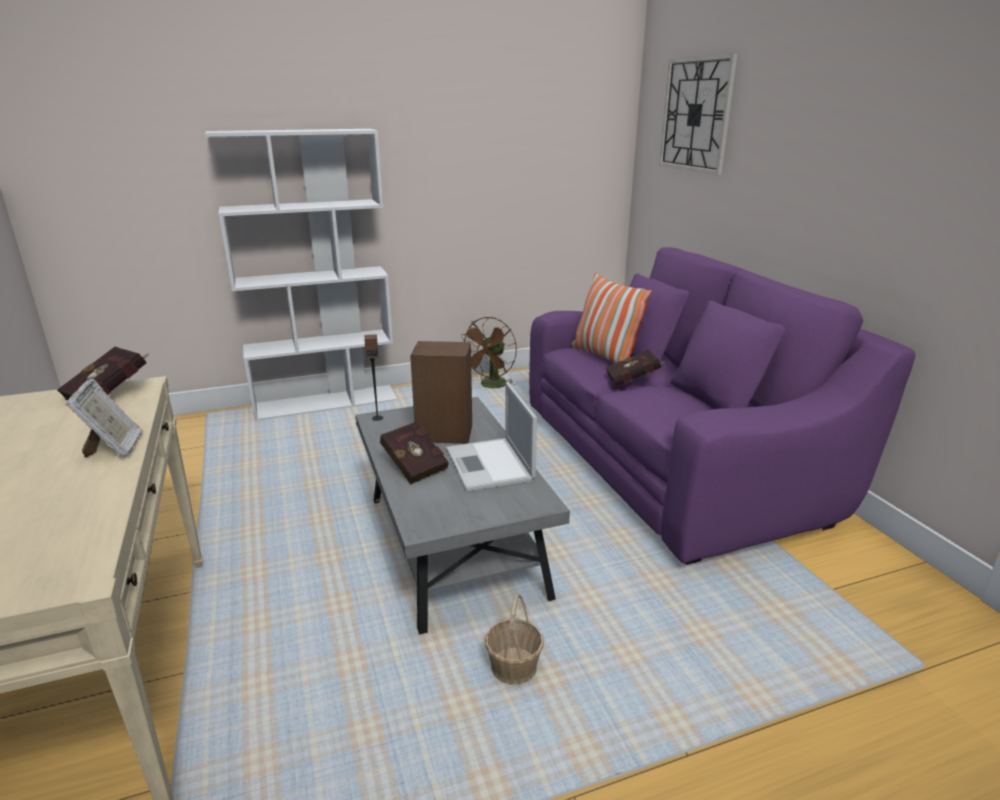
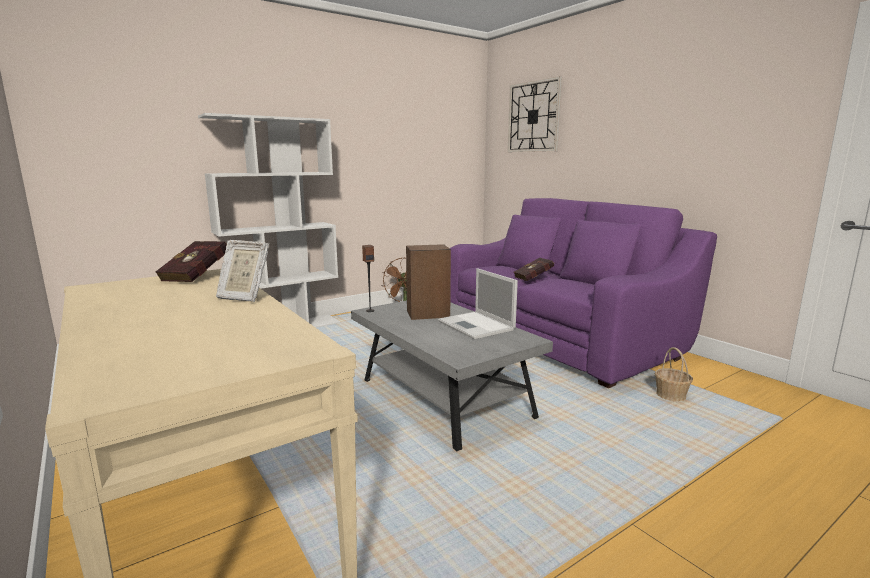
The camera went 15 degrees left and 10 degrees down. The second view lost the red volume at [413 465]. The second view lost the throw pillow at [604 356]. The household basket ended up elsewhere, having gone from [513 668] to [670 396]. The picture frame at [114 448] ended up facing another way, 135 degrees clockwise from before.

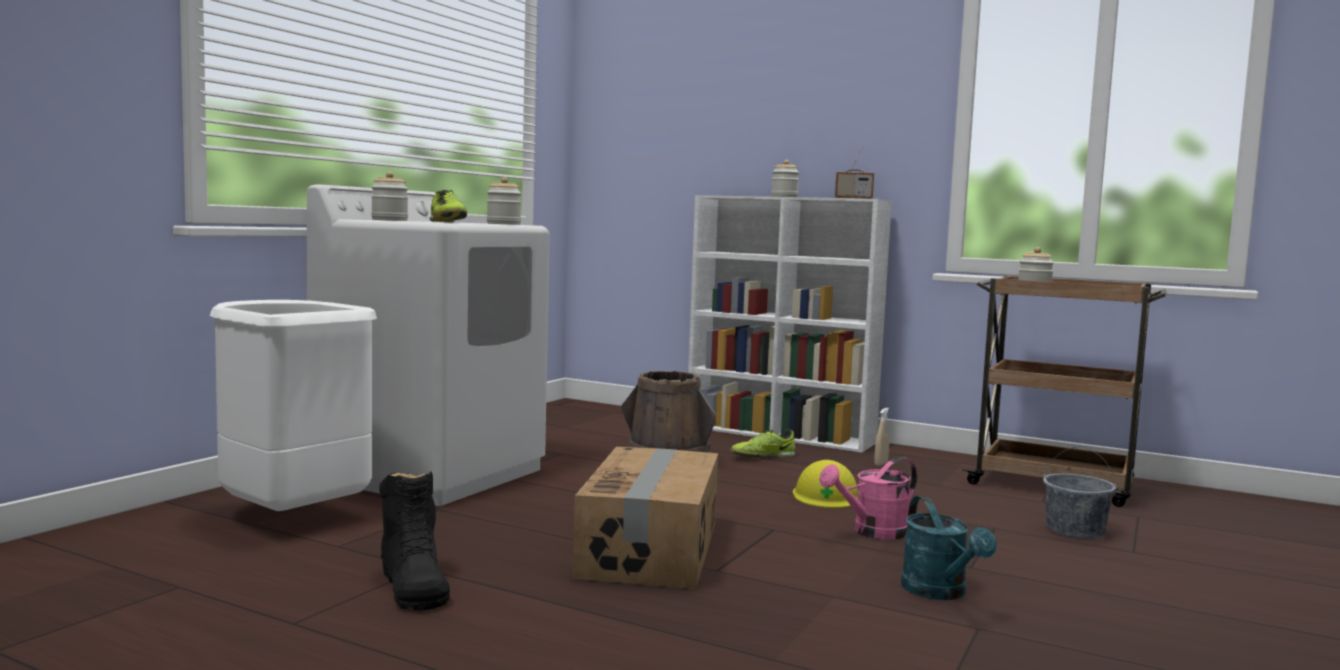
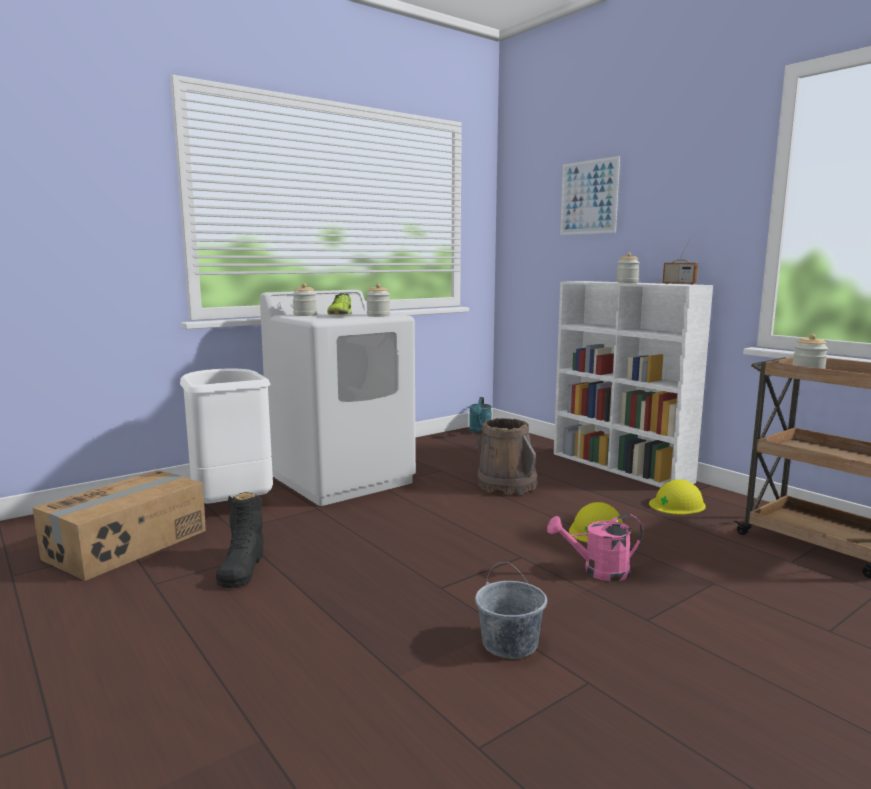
The camera went 25 degrees right and 5 degrees up. The second view lost the shoe at [762 457]. The second view gained the wall picture at [588 197]. The packing box ended up elsewhere, having gone from [652 549] to [128 544]. The turquoise-coloured watering pot ended up elsewhere, having gone from [940 593] to [480 431]. The greyish bucket ended up elsewhere, having gone from [1075 530] to [510 643]. Where the beige hand sprayer stood at [881 464], the yellow-coloured work helmet came to stand at [677 504].

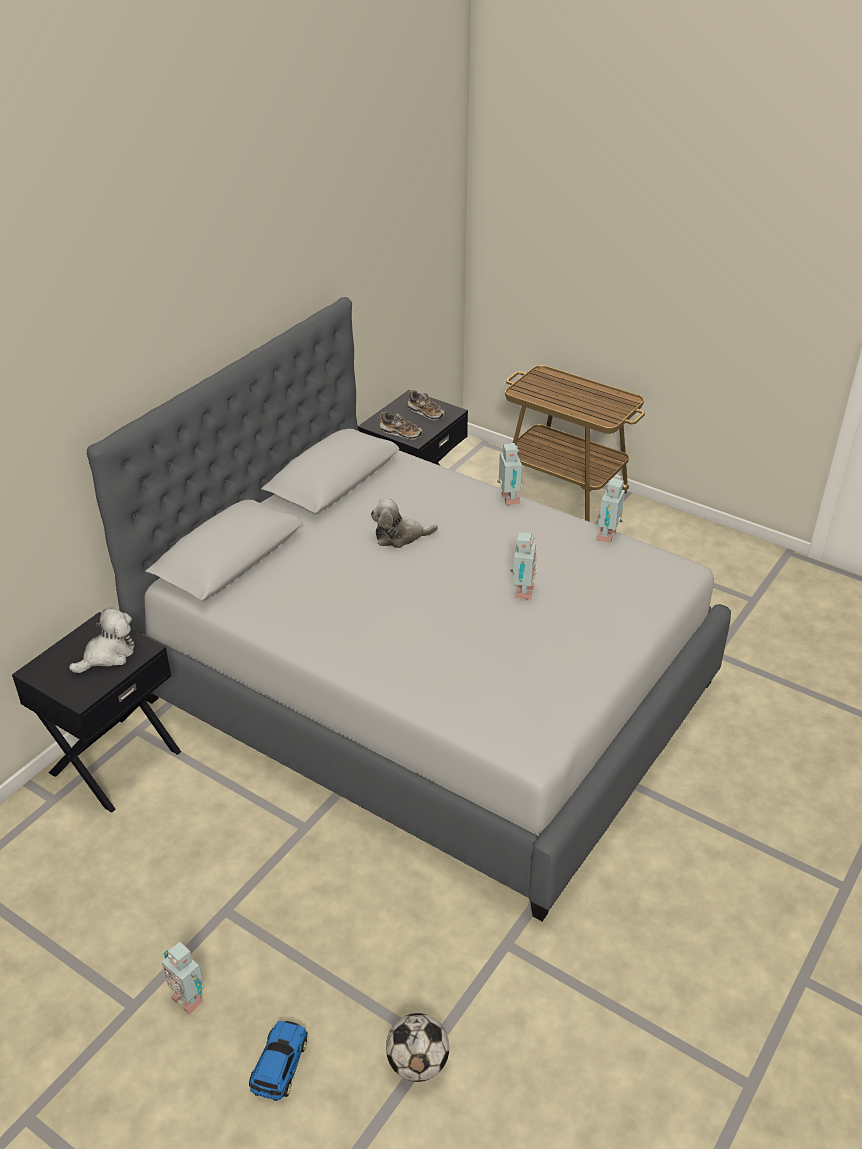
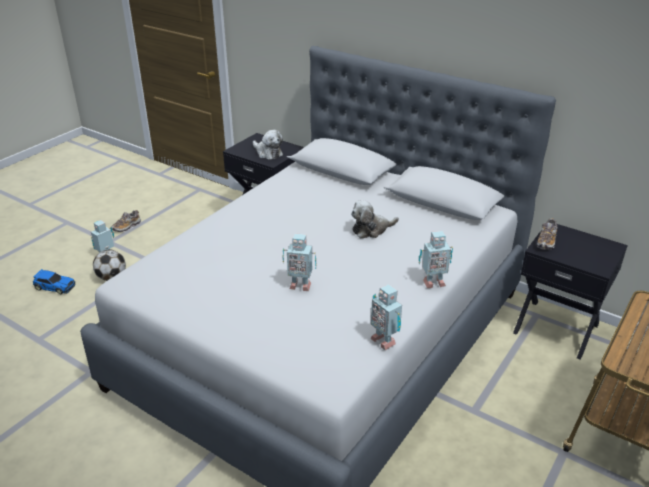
The camera went 90 degrees right and 5 degrees down. The football ended up elsewhere, having gone from [417 1063] to [112 277]. The shoe ended up elsewhere, having gone from [426 413] to [127 227]. The cuddly toy at [400 536] ended up facing another way, 105 degrees counterclockwise from before. The toy robot at [608 536] ended up facing another way, 150 degrees counterclockwise from before.

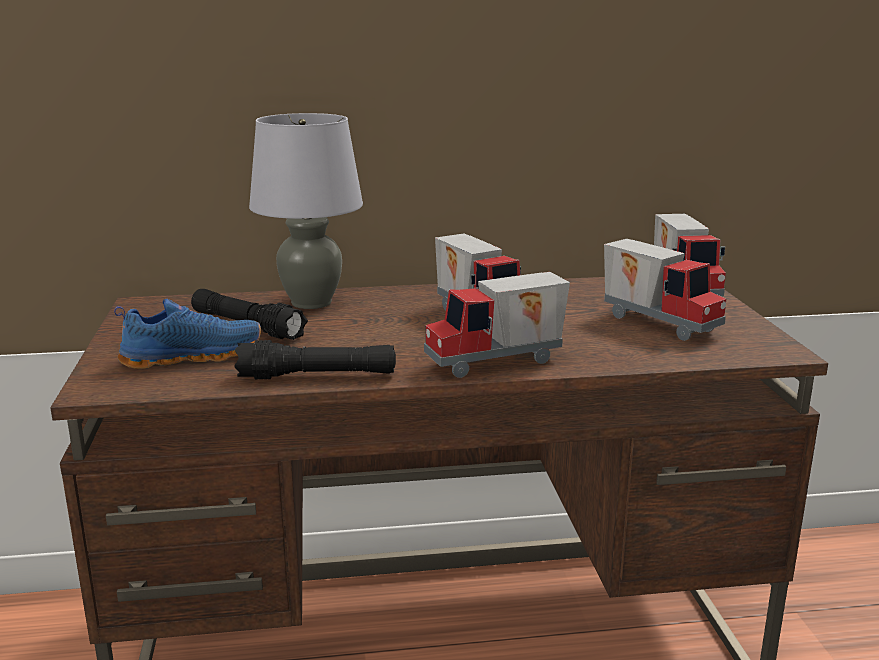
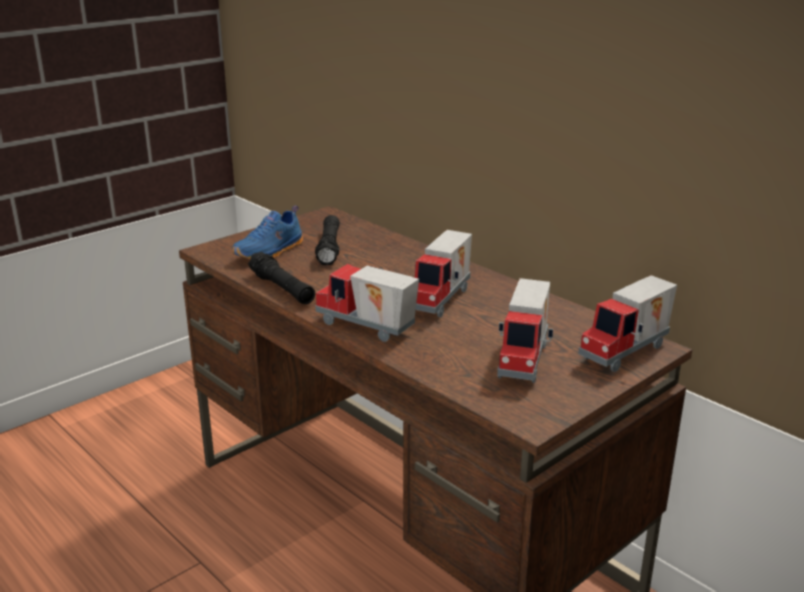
The camera went 55 degrees right and 5 degrees up. The second view lost the greyish tabletop lamp at [312 303]. The bluish shoe at [192 356] ended up facing another way, 90 degrees clockwise from before.

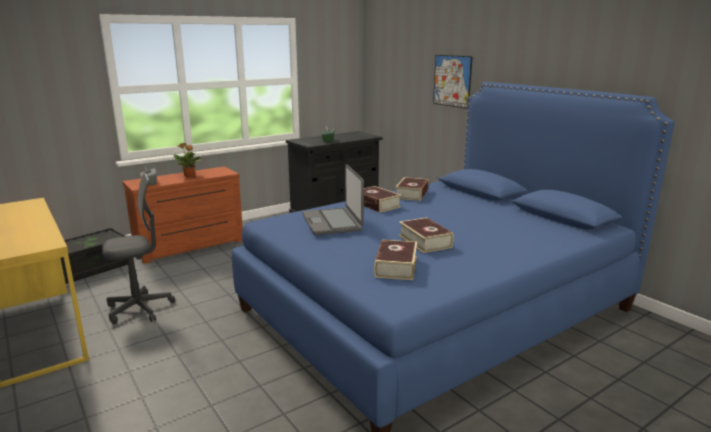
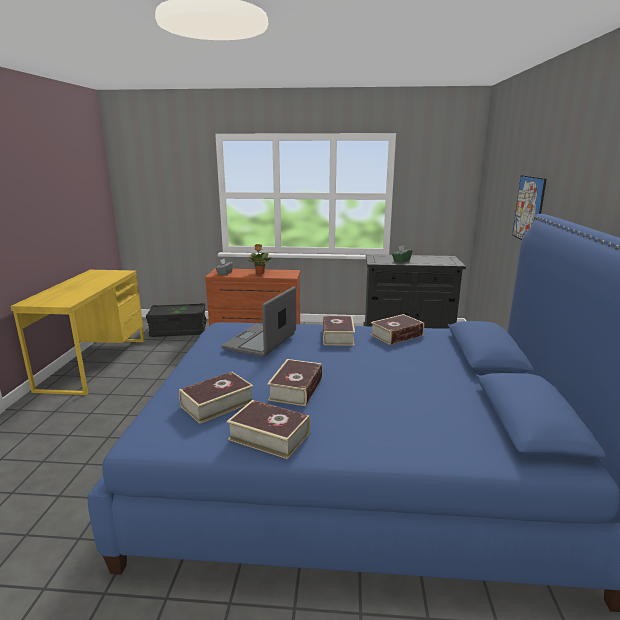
The camera went 40 degrees right and 0 degrees up. The second view lost the greyish desk chair at [140 309]. The second view gained the volume at [269 436].

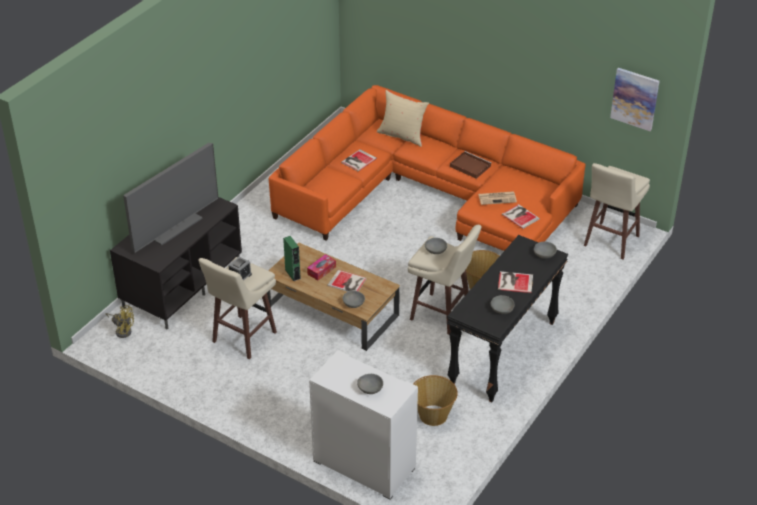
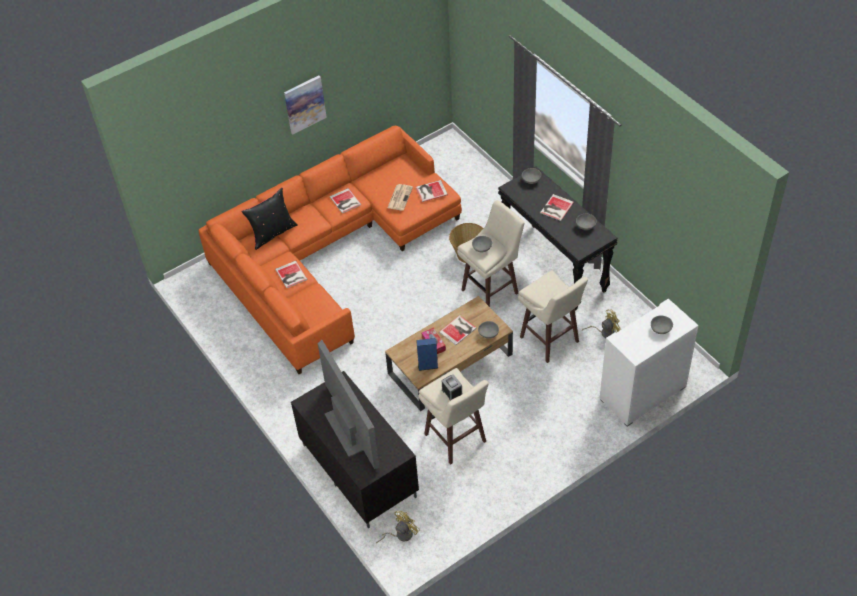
The camera went 65 degrees left and 10 degrees up. The beige sitting stool ended up elsewhere, having gone from [610 241] to [550 341]. The wall picture ended up elsewhere, having gone from [635 98] to [304 104]. Where the household basket stood at [432 415], the yellow-coloured fan came to stand at [605 332]. Where the brown tray stood at [469 166], the volume came to stand at [345 201]. What was the green loudspeaker at [292 274] turned into the bluish loudspeaker at [428 366]. What was the beige throw pillow at [402 136] turned into the blackish throw pillow at [272 233].

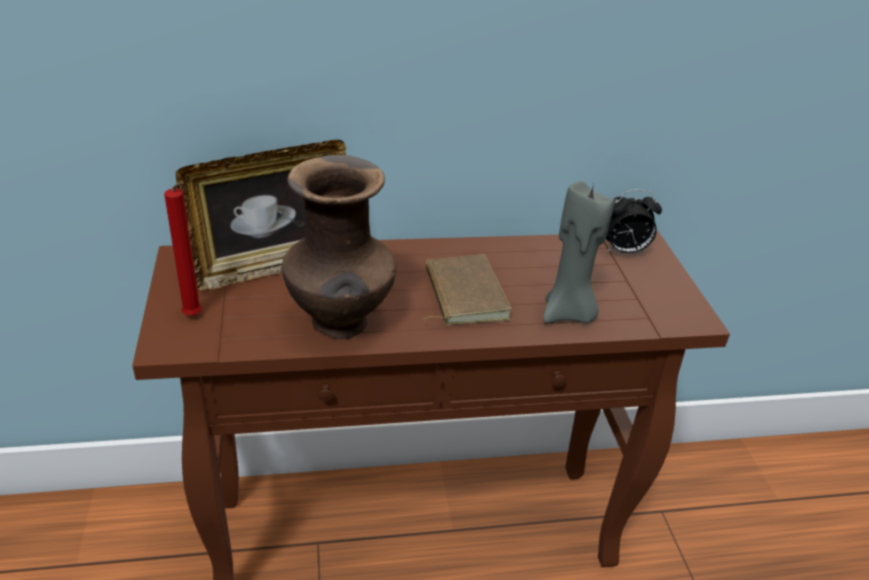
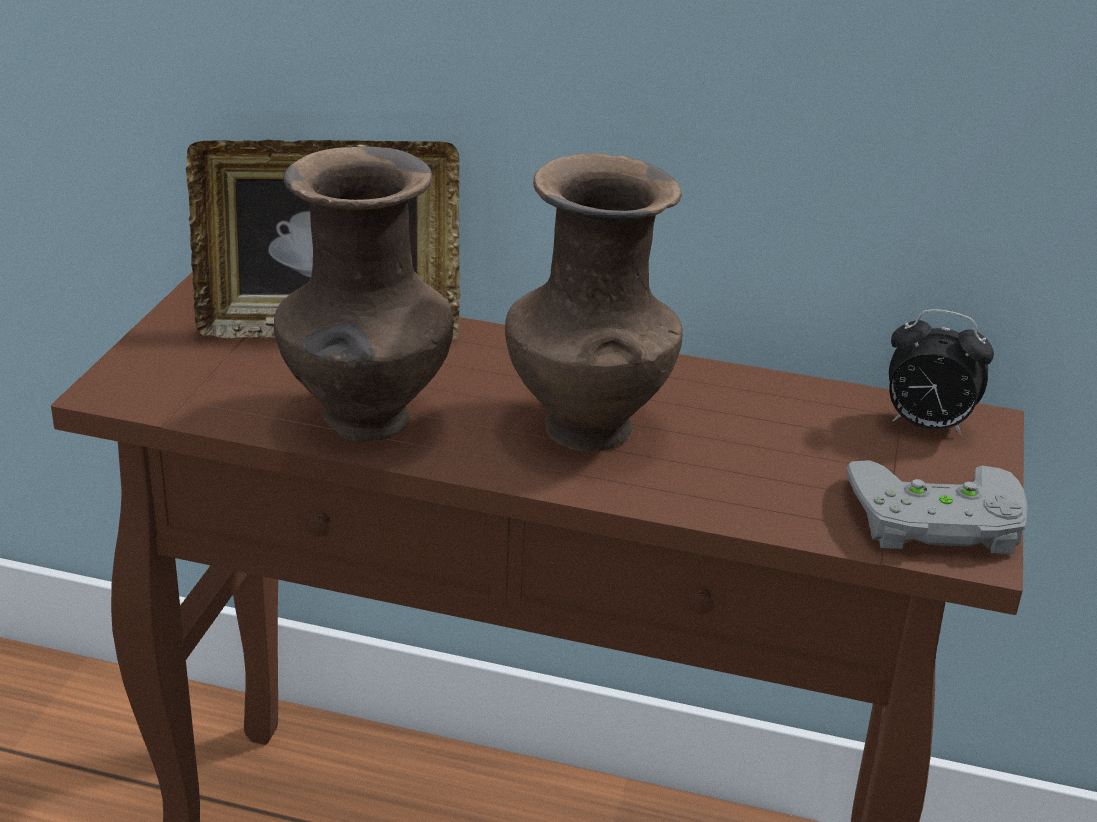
The camera went 25 degrees right and 5 degrees down. The second view lost the red wax candle at [194 317]. The second view lost the greyish wax candle at [567 313]. The second view gained the greyish game controller at [935 523]. Where the brown volume stood at [462 294], the brown vase came to stand at [585 426].

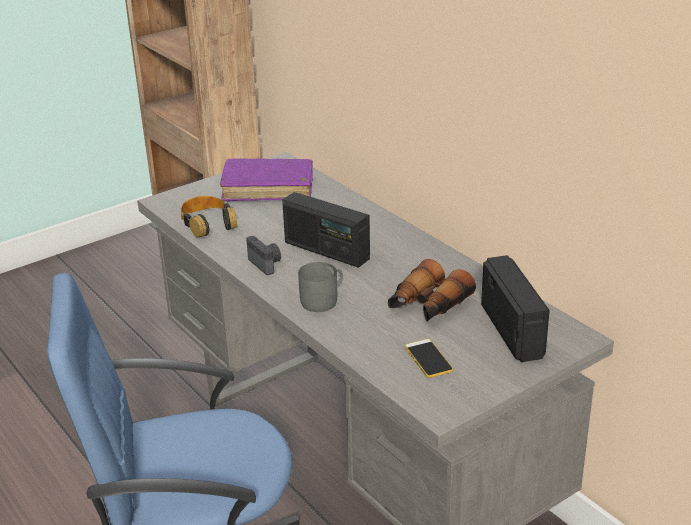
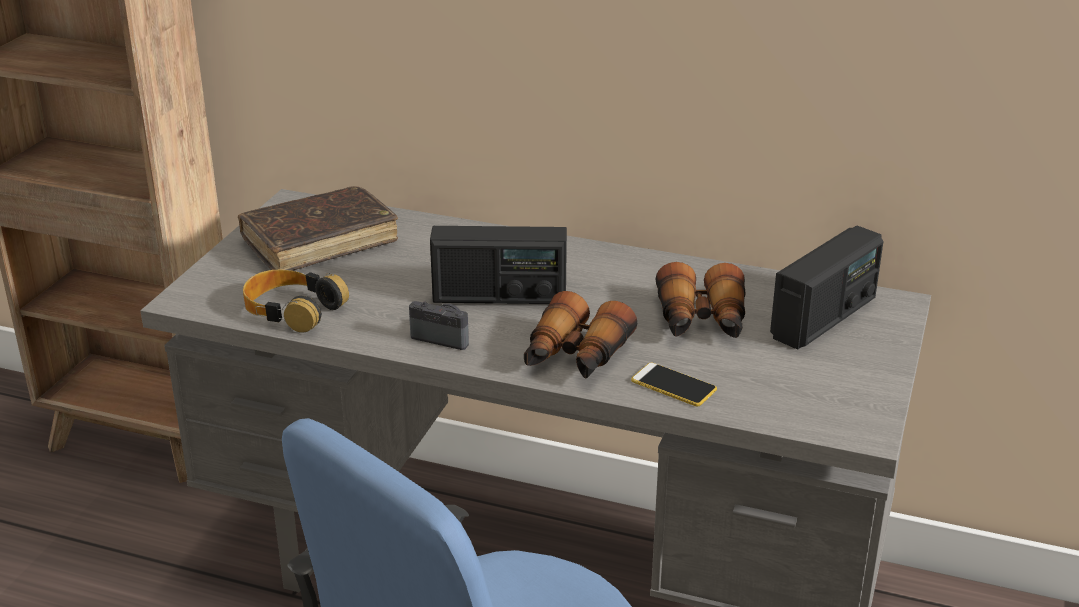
The camera went 35 degrees left and 0 degrees up. The telephone ended up elsewhere, having gone from [428 359] to [673 385]. Where the greyish coffee mug stood at [323 300], the field glasses came to stand at [575 356]. What was the purple-coloured volume at [268 189] turned into the brown volume at [319 242]. The radio receiver at [513 330] ended up facing another way, 90 degrees clockwise from before.

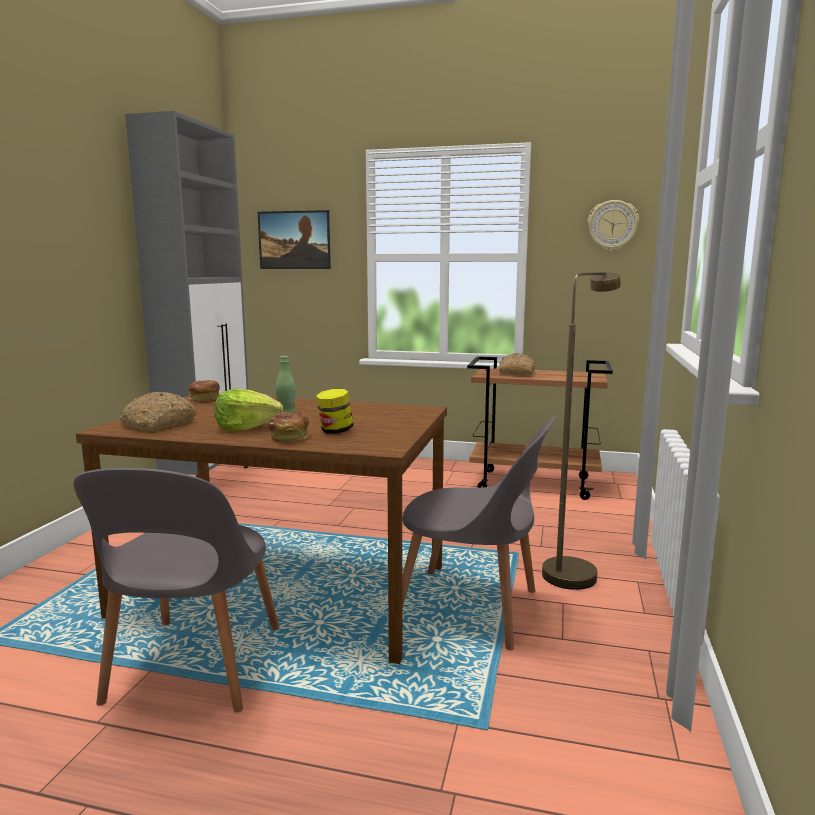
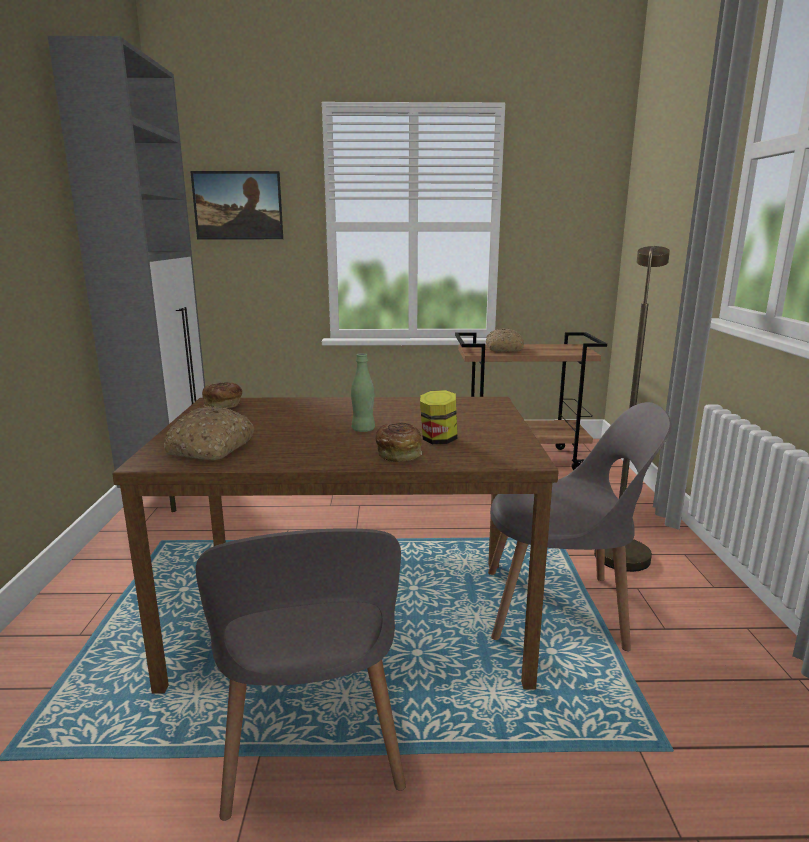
The camera went 15 degrees left and 5 degrees up. The second view lost the lettuce head at [246 427]. The second view lost the wall clock at [612 225].

